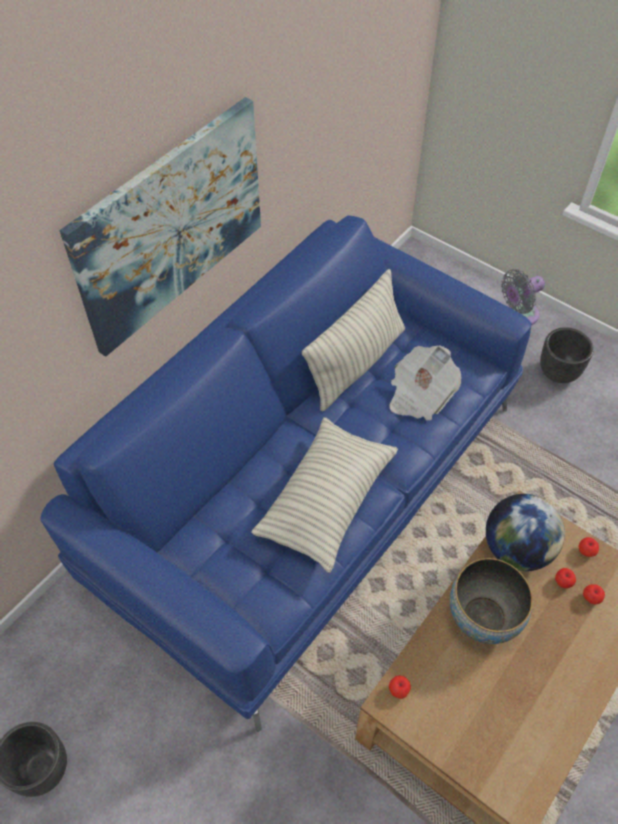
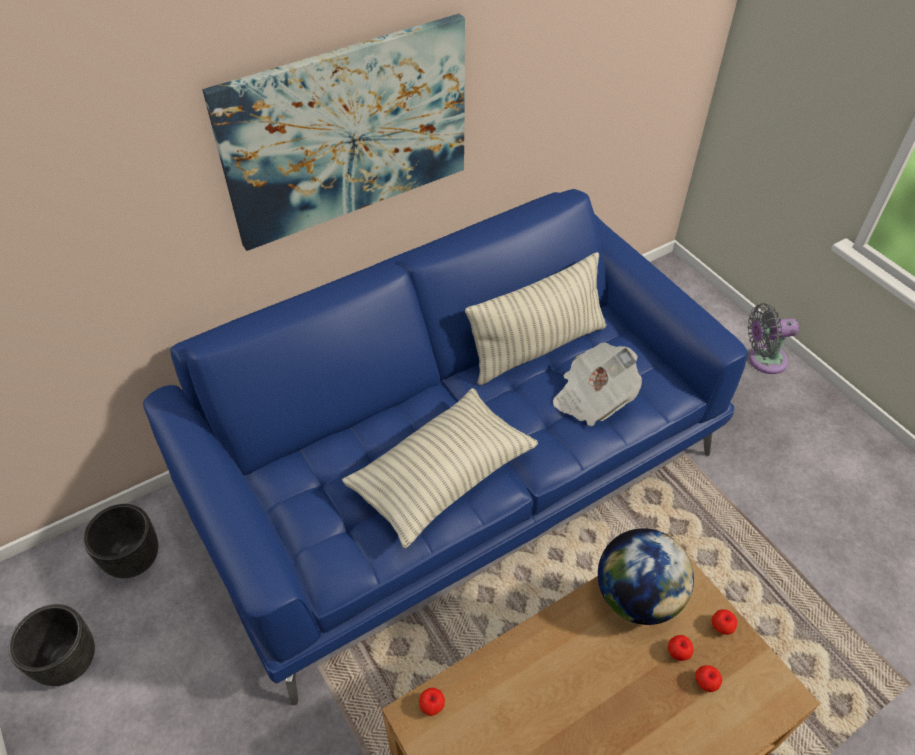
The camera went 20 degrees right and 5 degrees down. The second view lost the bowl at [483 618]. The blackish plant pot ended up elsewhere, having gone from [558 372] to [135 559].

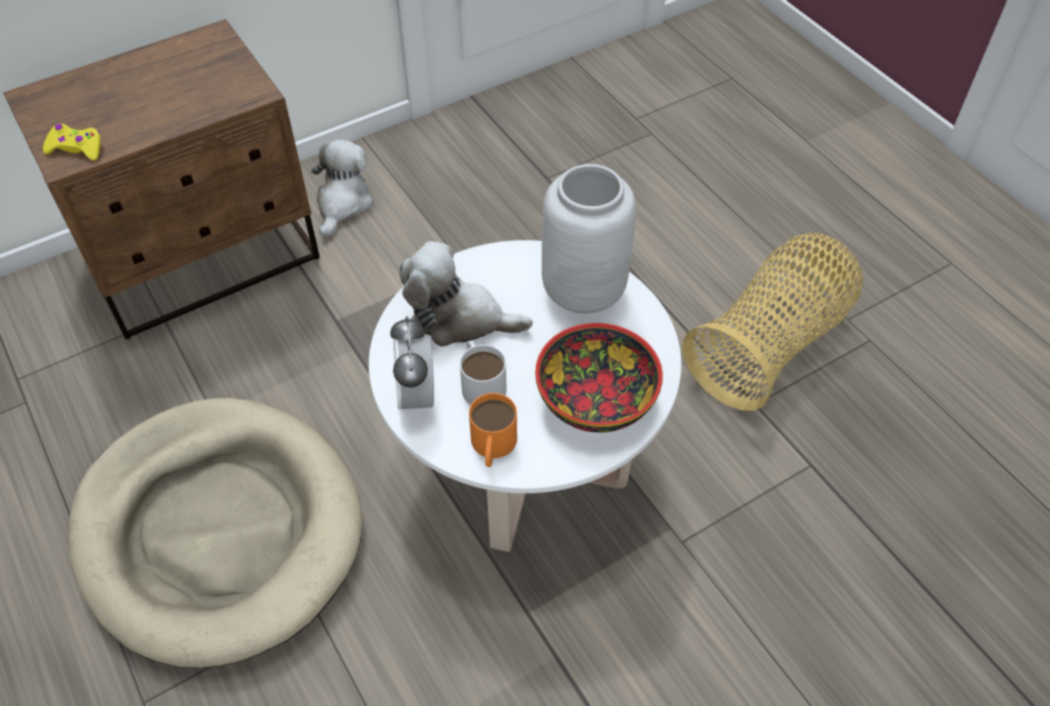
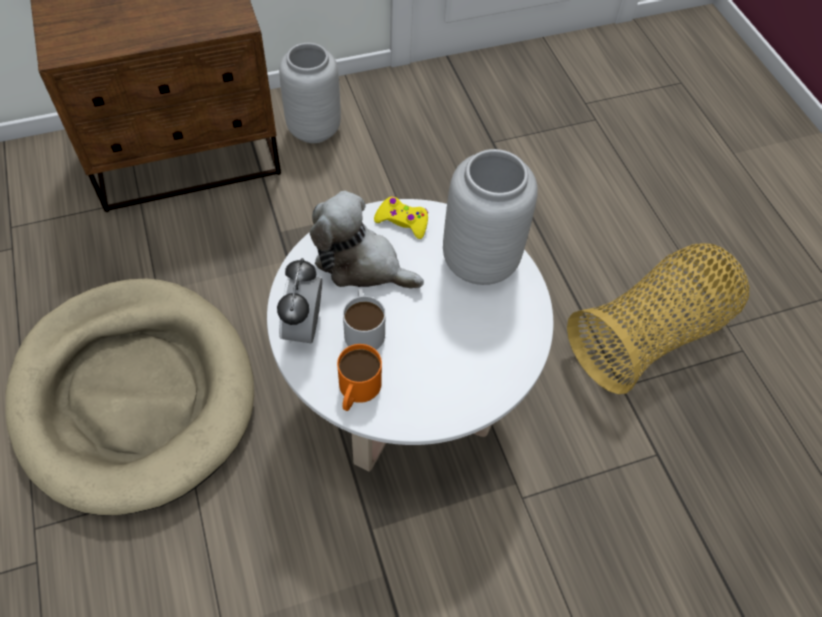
The camera went 10 degrees right and 5 degrees up. The second view lost the bowl at [598 398]. The yellow-coloured game controller ended up elsewhere, having gone from [76 148] to [402 221]. Where the cuddly toy stood at [343 203], the greyish vase came to stand at [313 130].

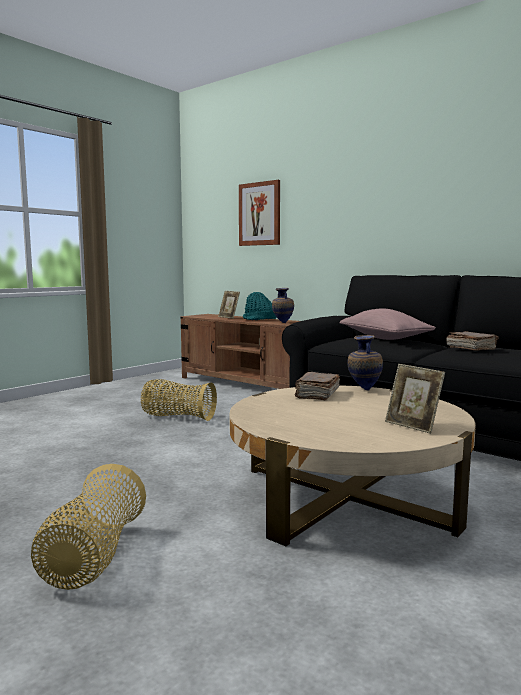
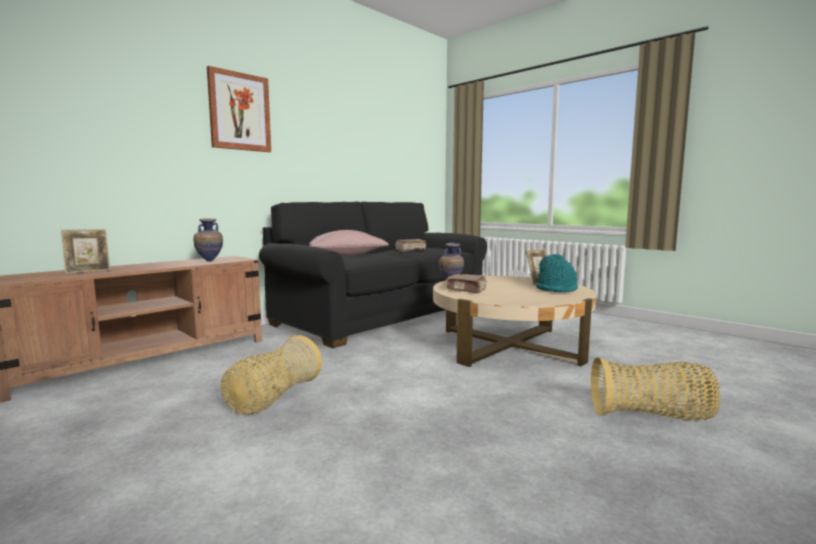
The camera went 85 degrees left and 0 degrees up. The wall picture ended up elsewhere, having gone from [260 214] to [239 112]. The turquoise-coloured hat ended up elsewhere, having gone from [259 319] to [557 289].

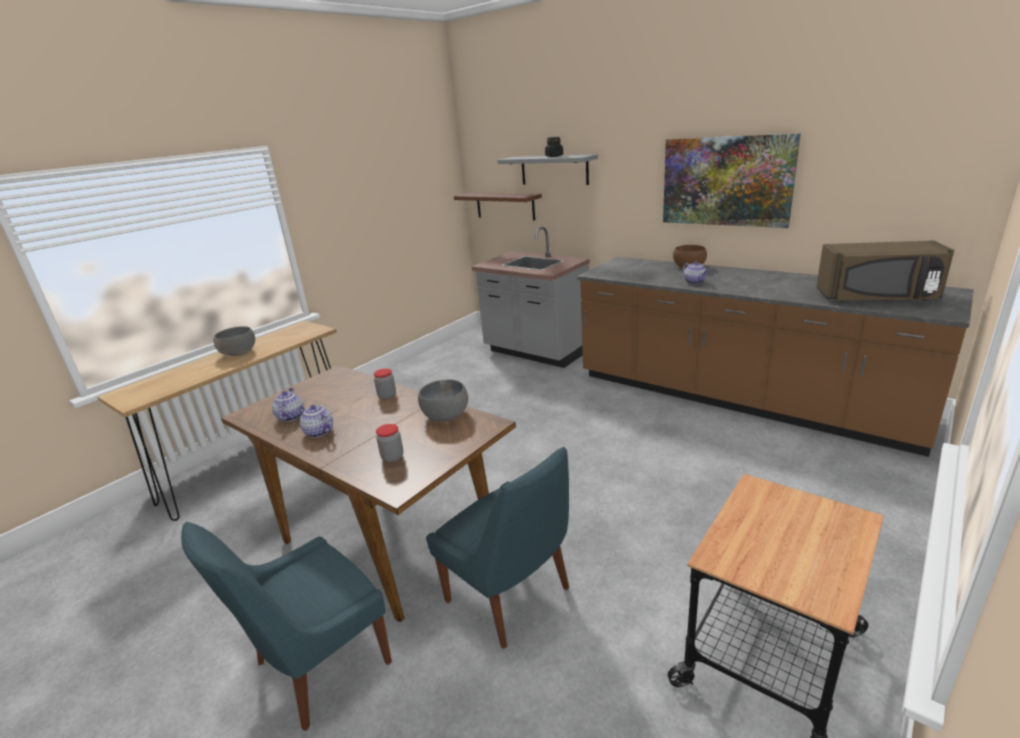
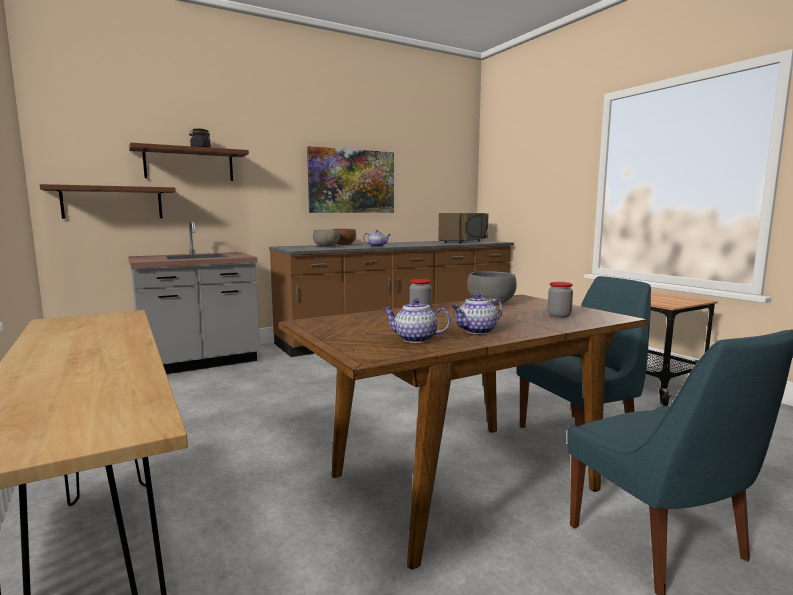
The camera went 70 degrees left and 15 degrees down. The greyish bowl ended up elsewhere, having gone from [238 353] to [326 246]. What was the greyish shelf at [554 170] turned into the brown shelf at [189 164].

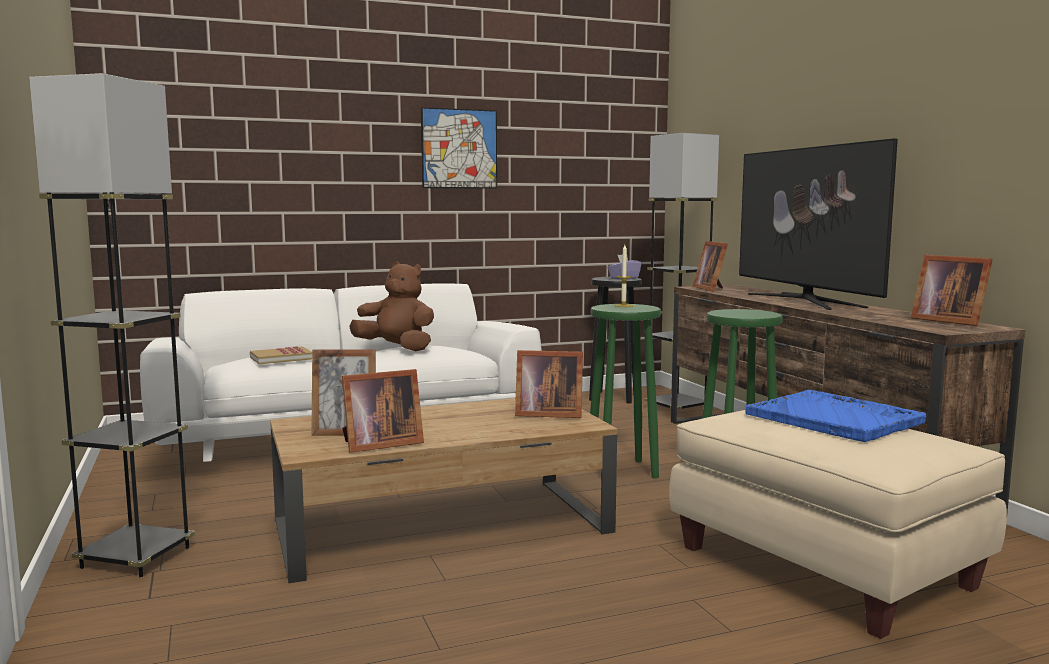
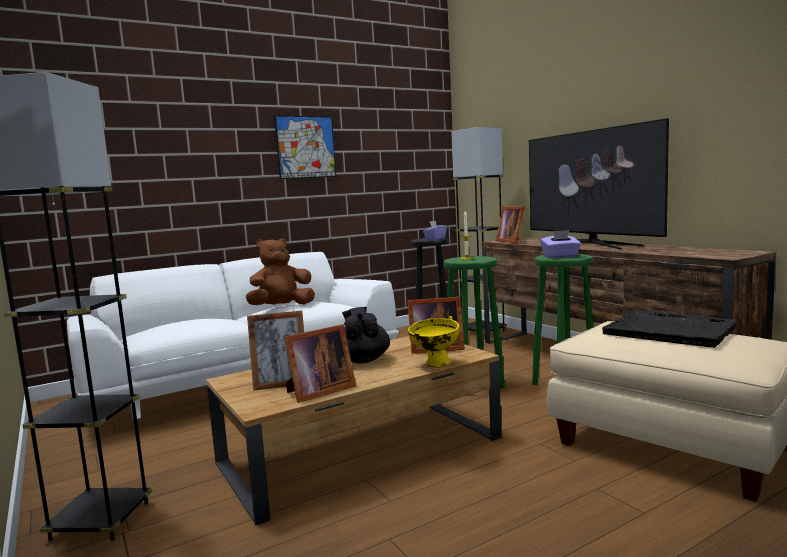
The camera went 10 degrees left and 0 degrees up. The second view lost the volume at [281 358]. The second view lost the picture frame at [947 321]. The second view gained the blackish tea pot at [362 360]. The second view gained the yellow-coloured bowl at [434 365]. The second view gained the purple-coloured tissue box at [560 257]. What was the bluish tray at [834 419] turned into the blackish tray at [670 331]. The brown cuddly toy at [397 348] ended up facing another way, 45 degrees counterclockwise from before.

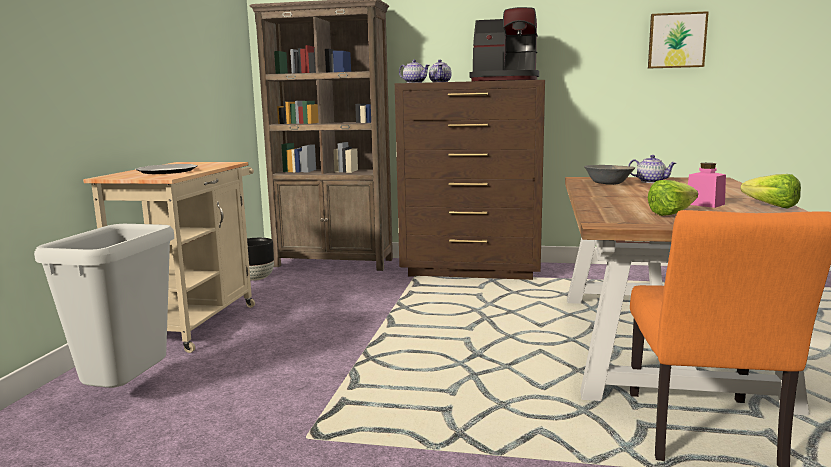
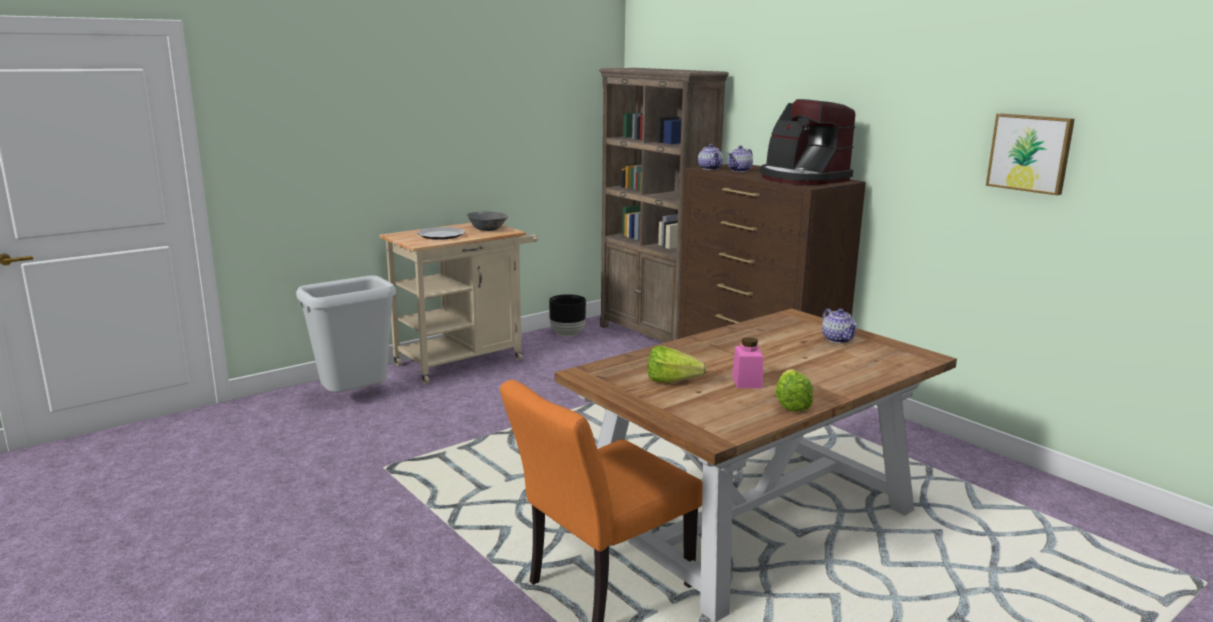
The camera went 40 degrees right and 5 degrees up. The greyish bowl ended up elsewhere, having gone from [608 184] to [487 229].

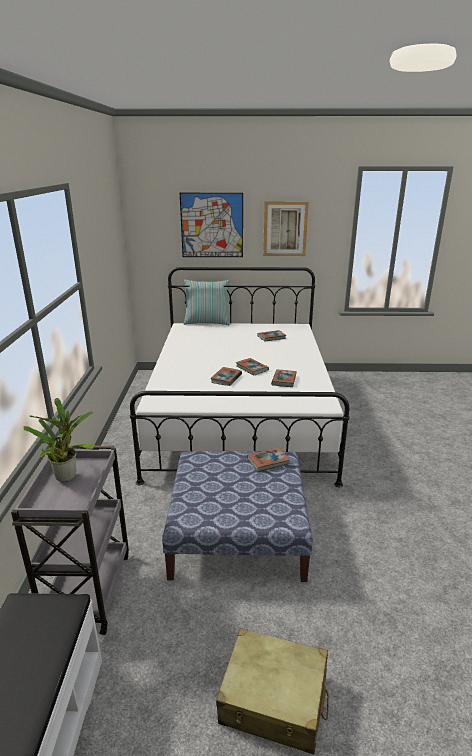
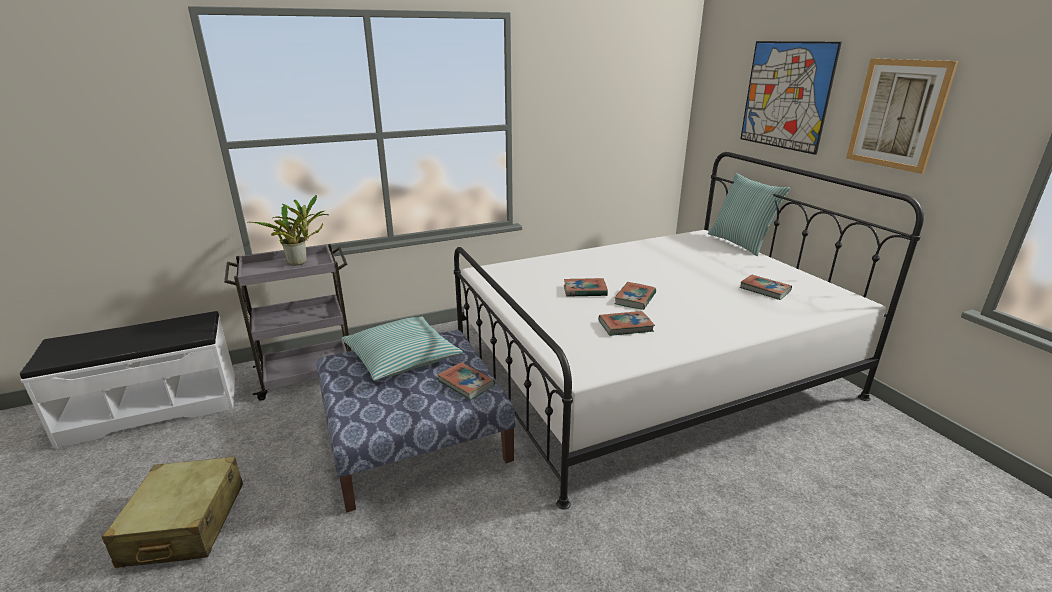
The camera went 65 degrees right and 0 degrees up. The second view gained the throw pillow at [402 357].

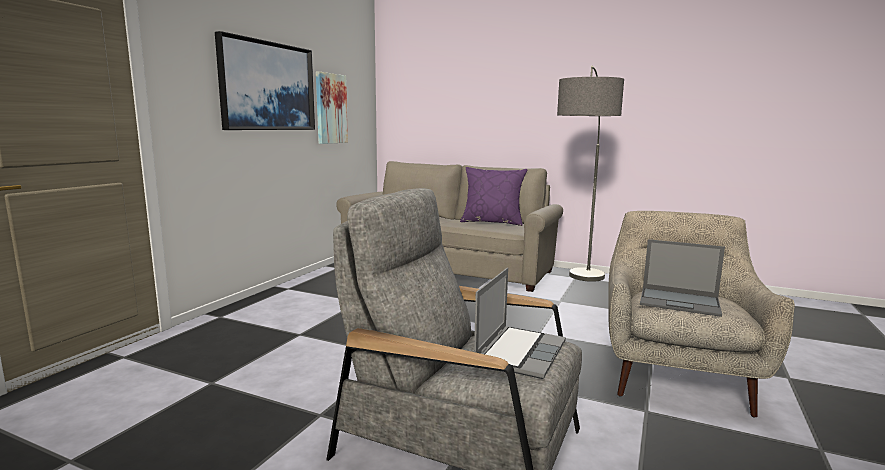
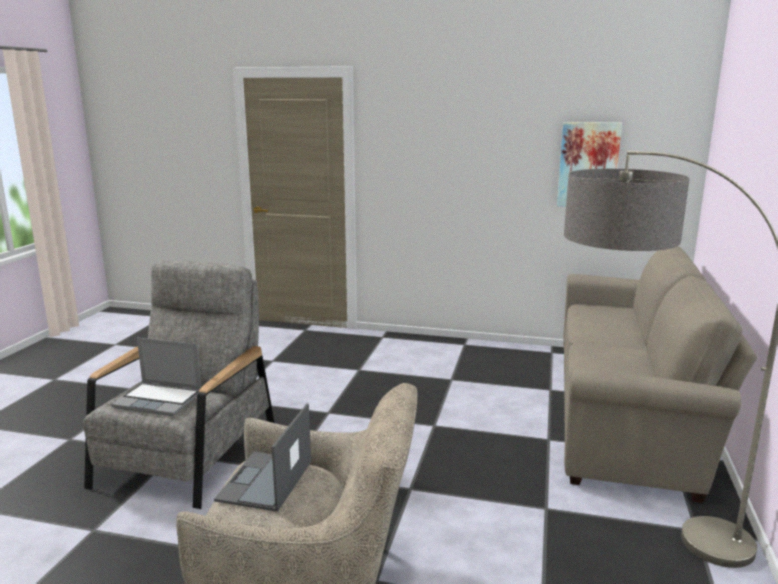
The camera went 80 degrees right and 5 degrees up. The second view lost the wall picture at [268 86]. The second view lost the purple-coloured throw pillow at [492 222].

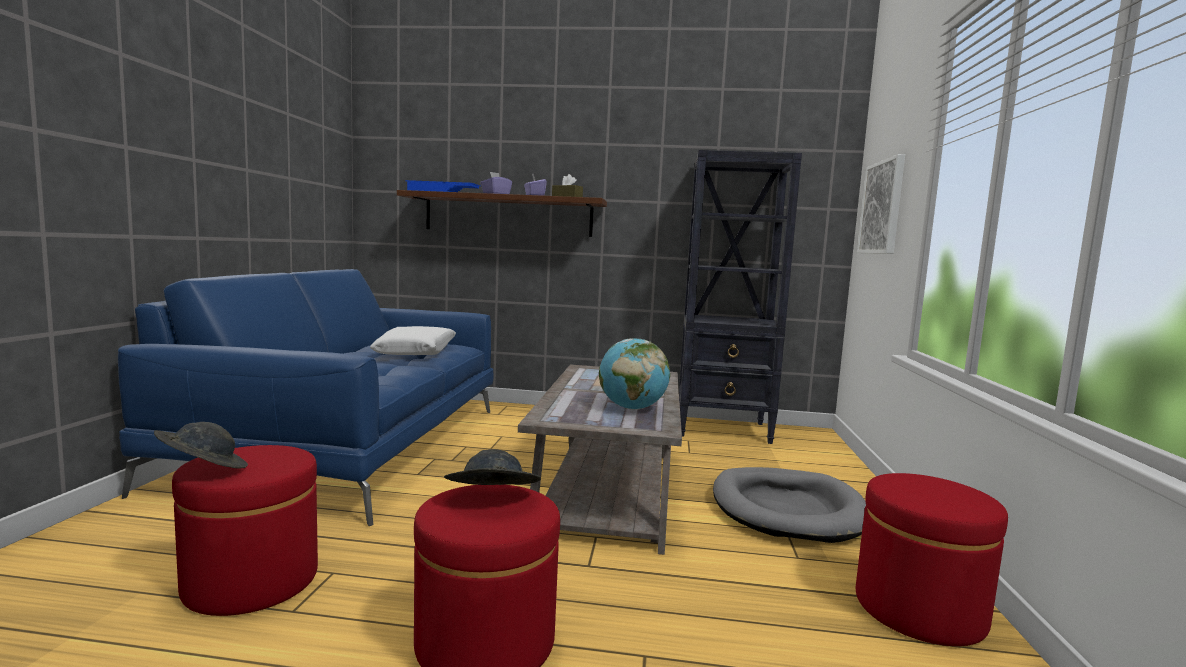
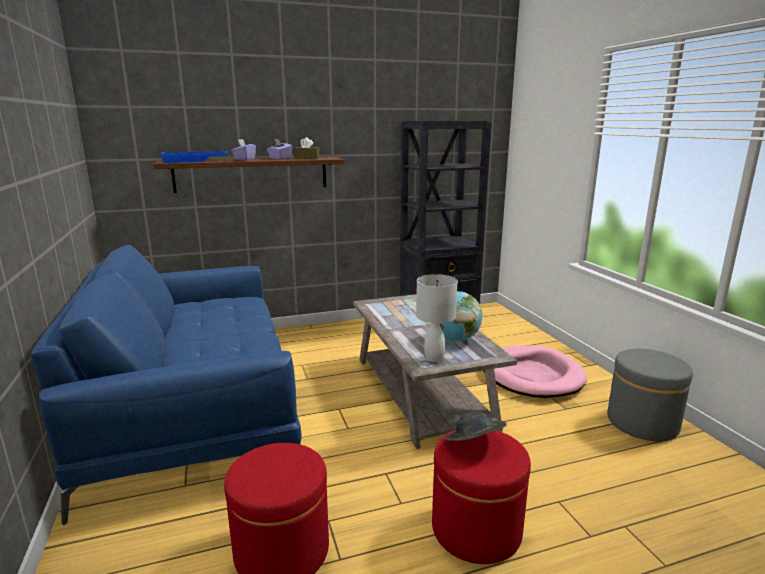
The camera went 25 degrees left and 10 degrees up. The second view lost the greyish hat at [202 470]. The second view lost the white throw pillow at [416 352]. The second view lost the wall picture at [882 207]. The second view gained the white tabletop lamp at [434 359]. What was the greyish pet bed at [787 509] turned into the pink pet bed at [531 375]. What was the red pouffe at [919 610] turned into the greyish pouffe at [642 422].

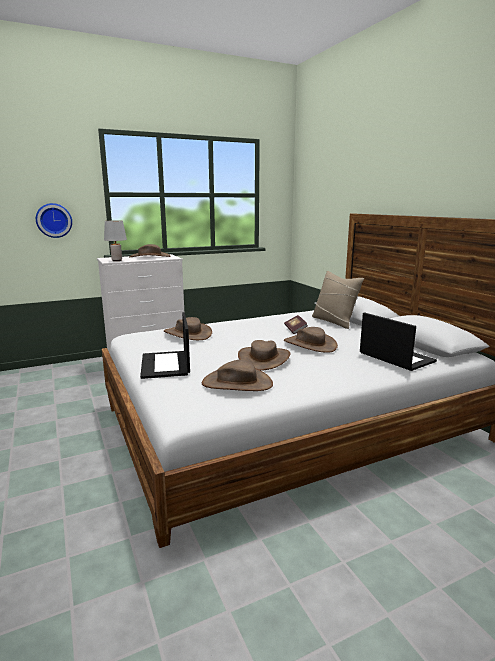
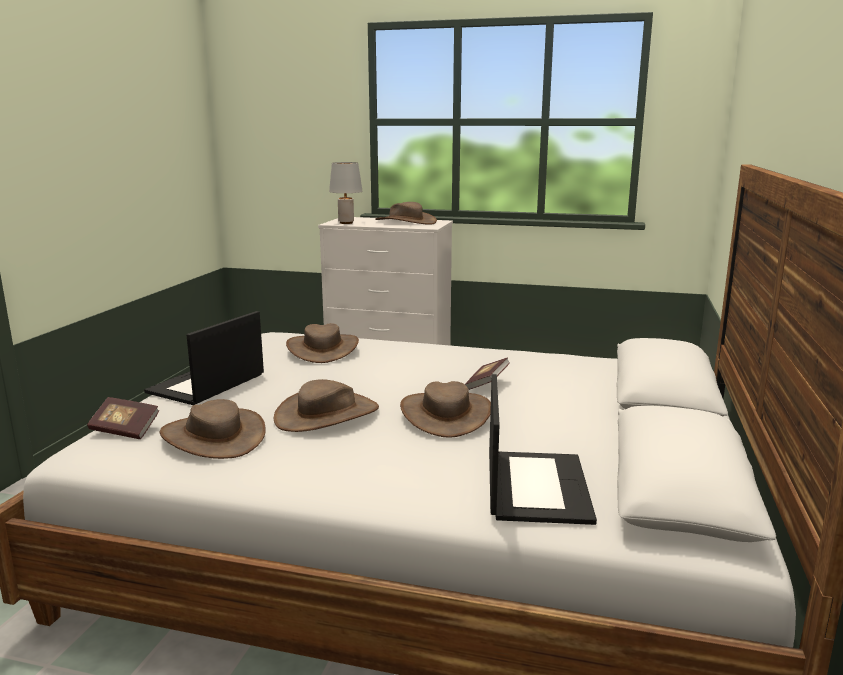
The camera went 40 degrees right and 0 degrees up. The second view lost the wall clock at [54 220]. The second view lost the beige throw pillow at [334 321]. The second view gained the volume at [125 430].

